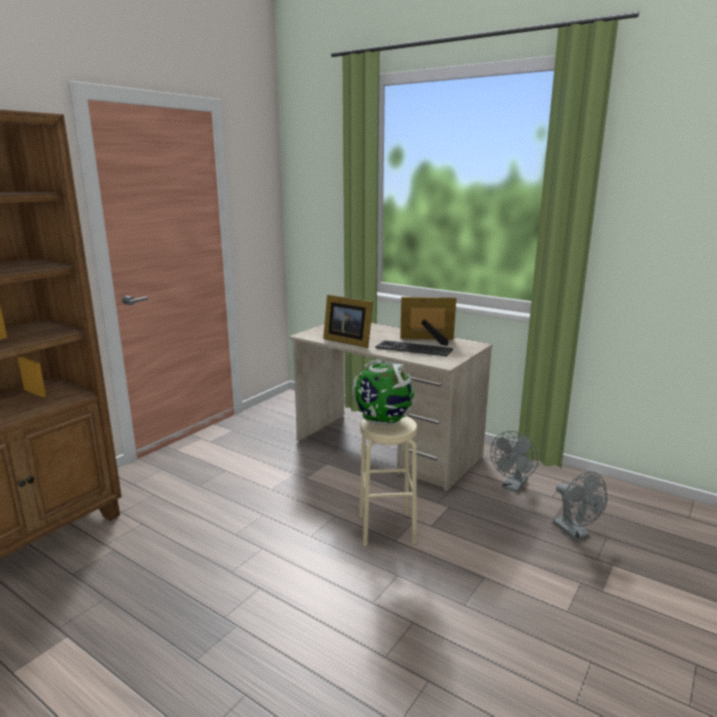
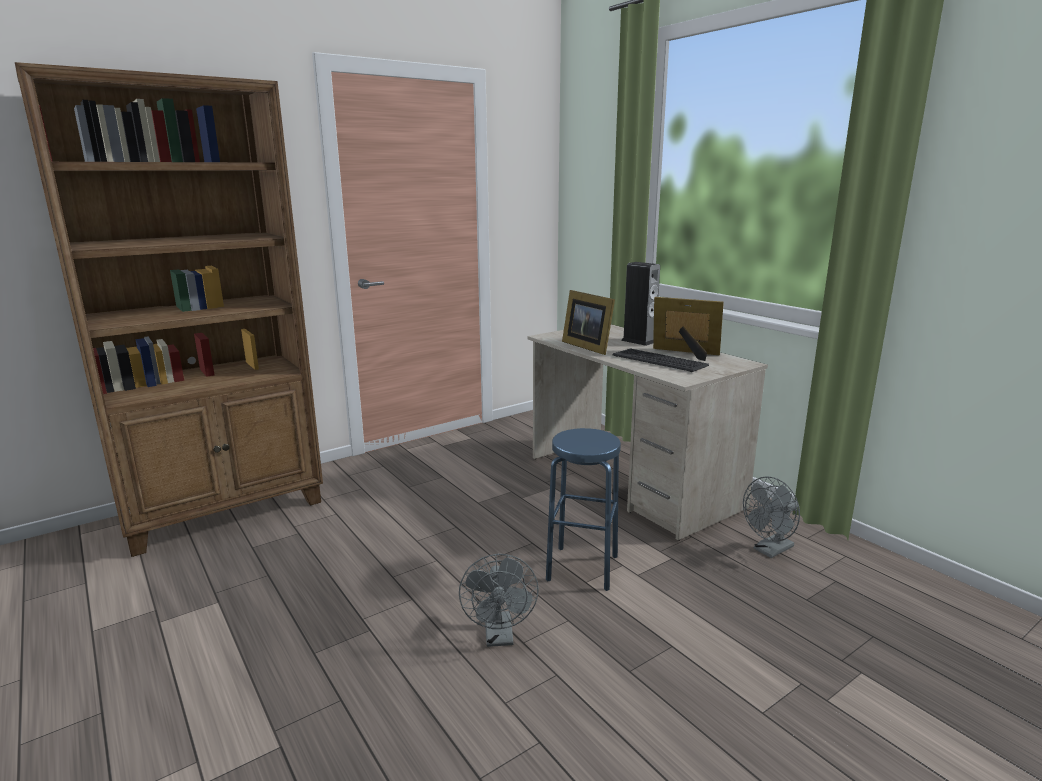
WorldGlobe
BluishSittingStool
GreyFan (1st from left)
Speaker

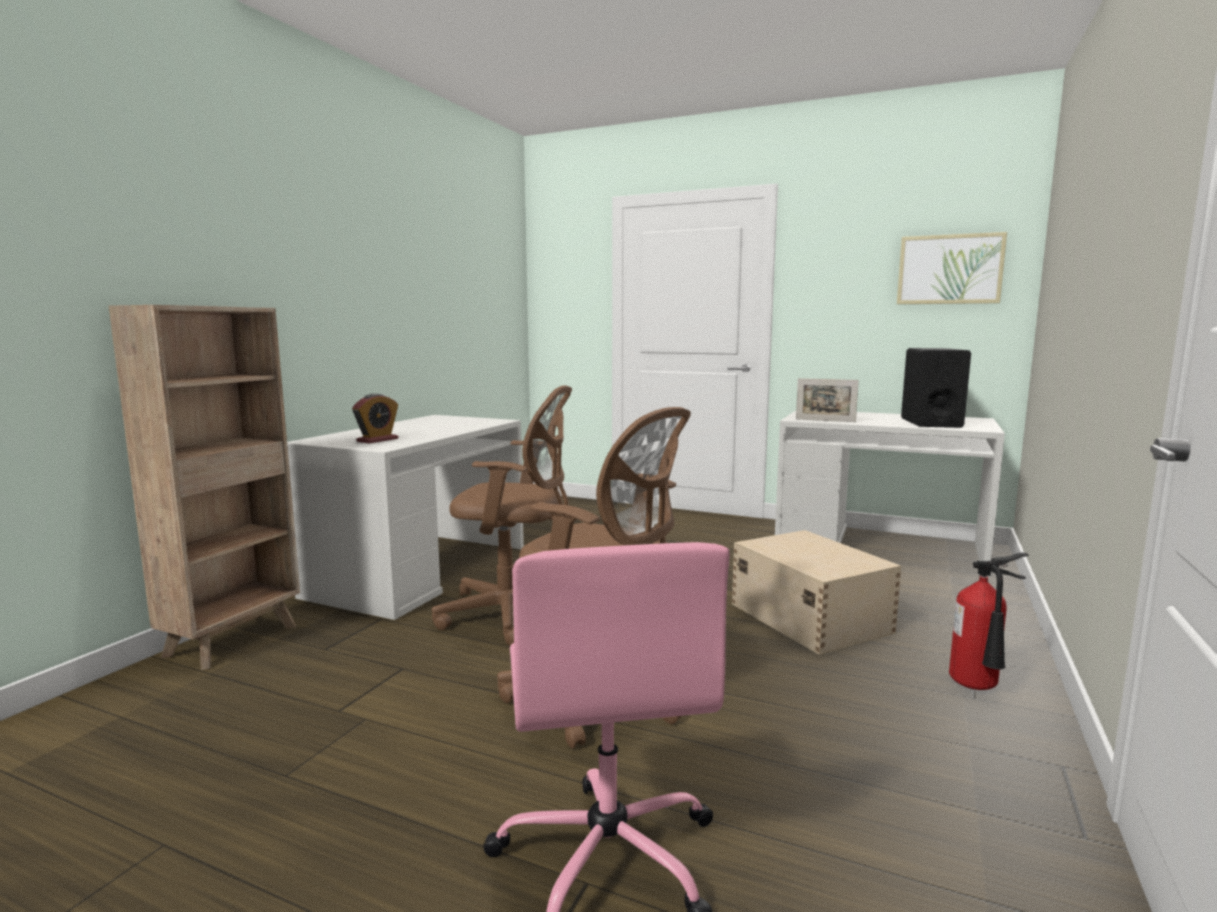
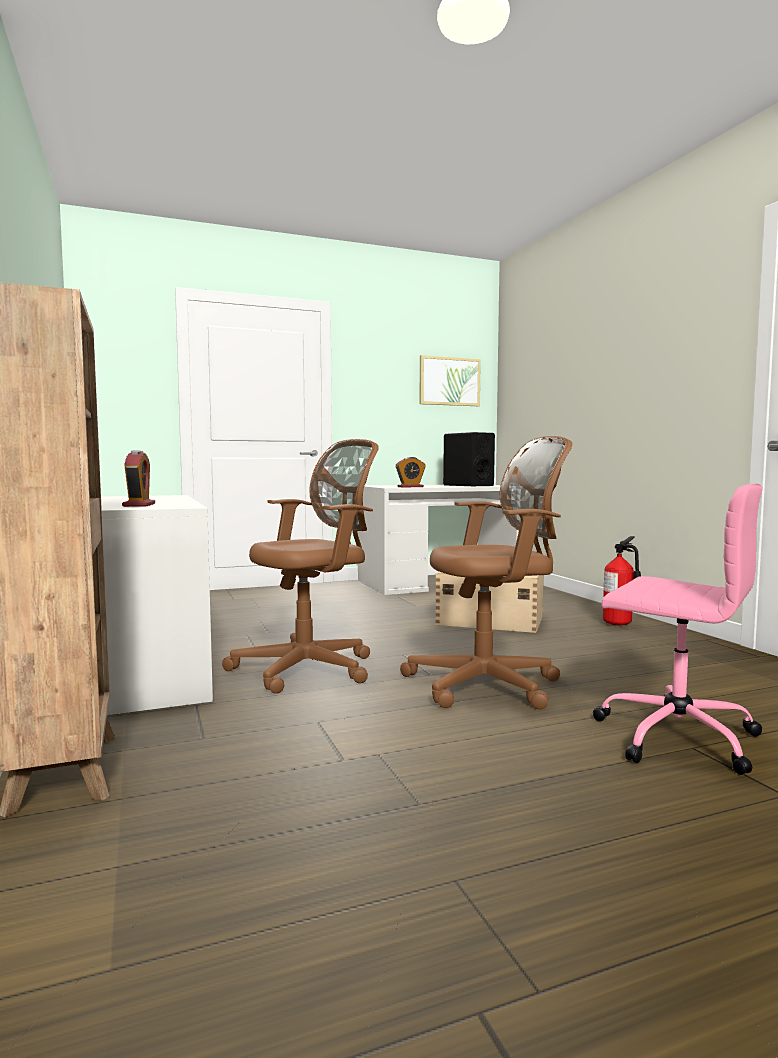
AlarmClock (2nd from left)

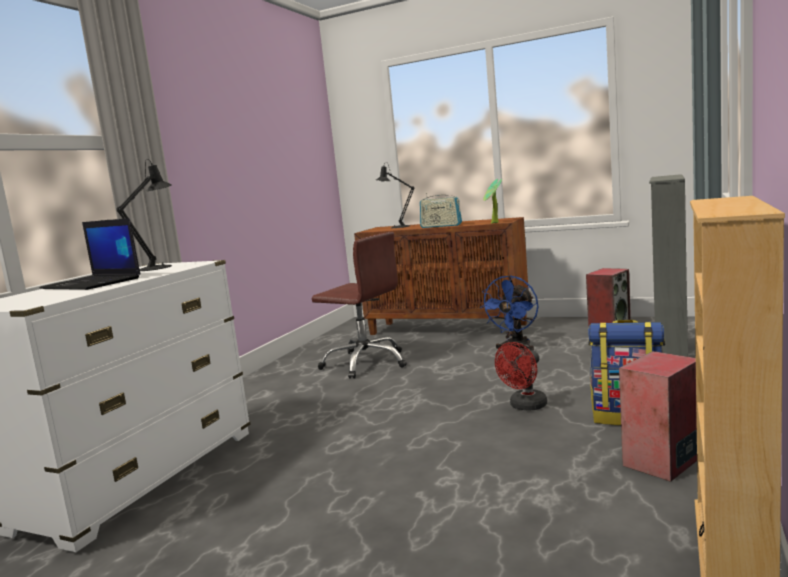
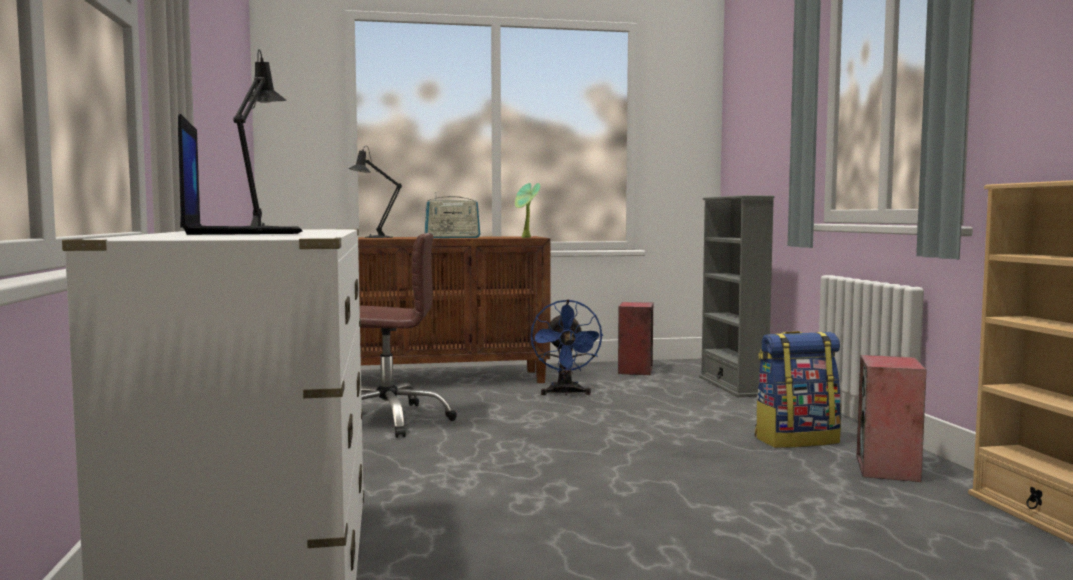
Laptop
RedFan

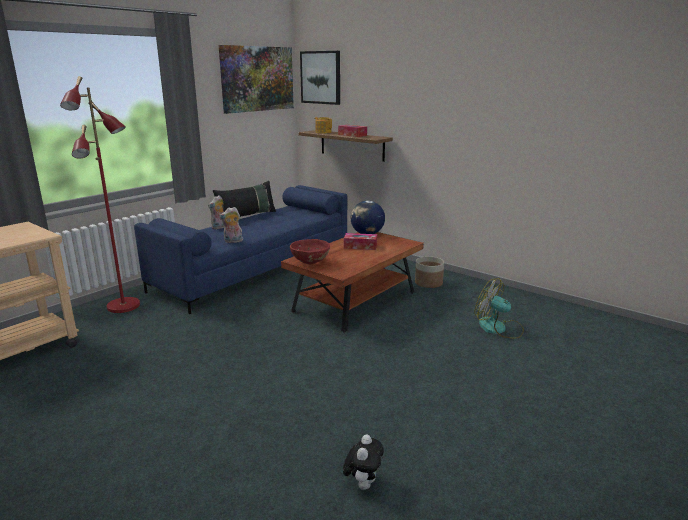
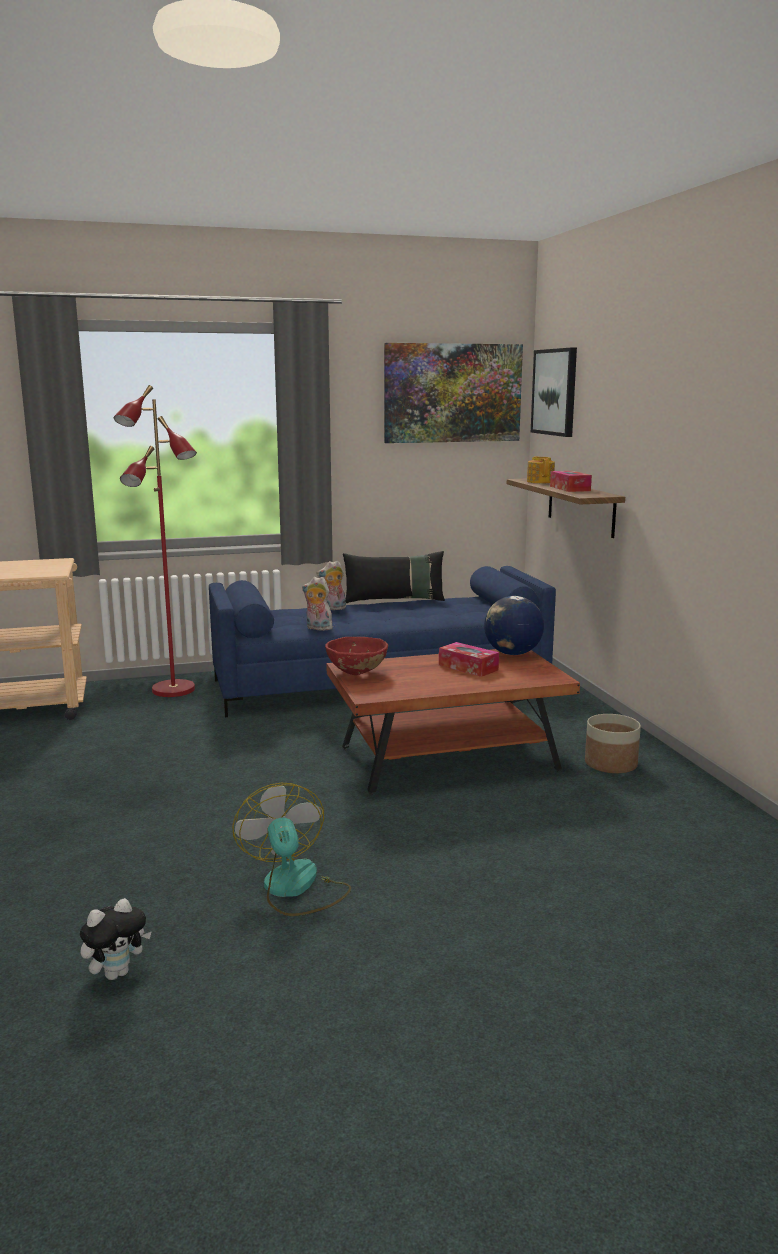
Fan

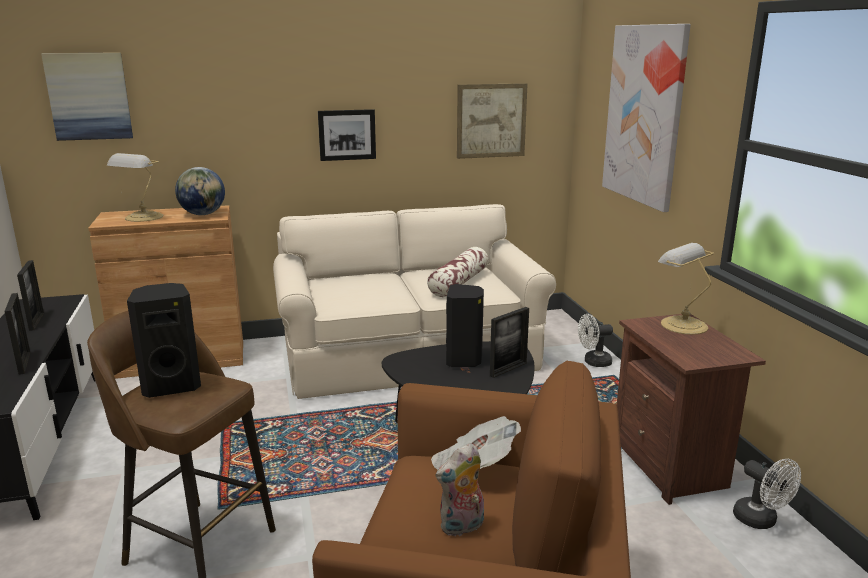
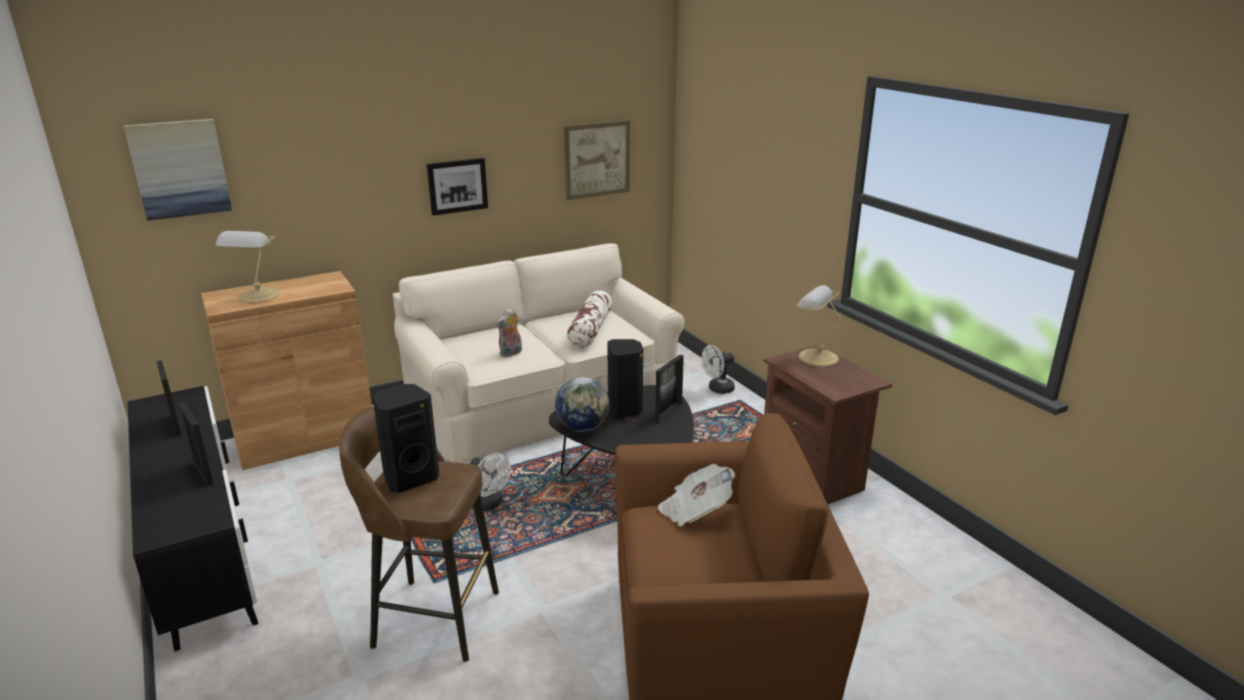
WallArt (4th from left in the first image)
WorldGlobe
SoftToy
WhiteColouredFan (1st from left)

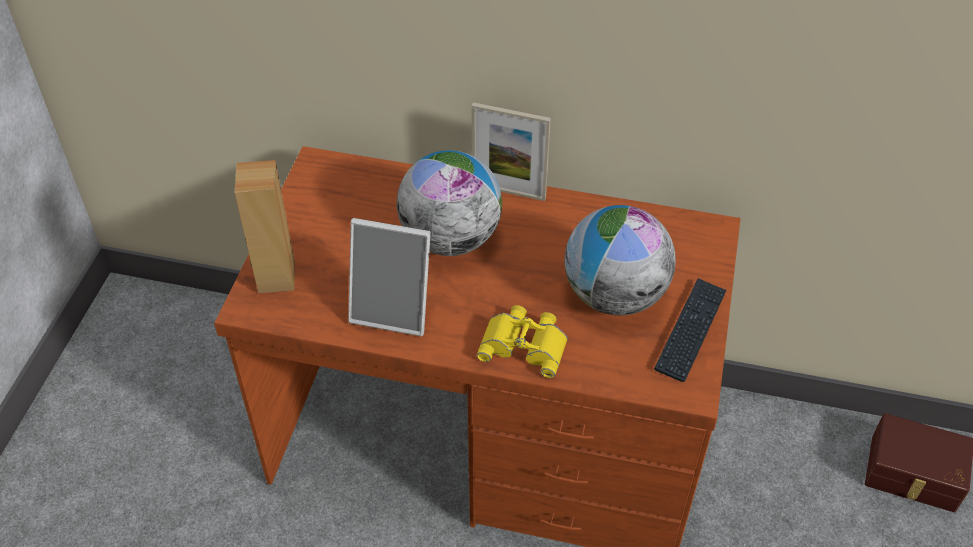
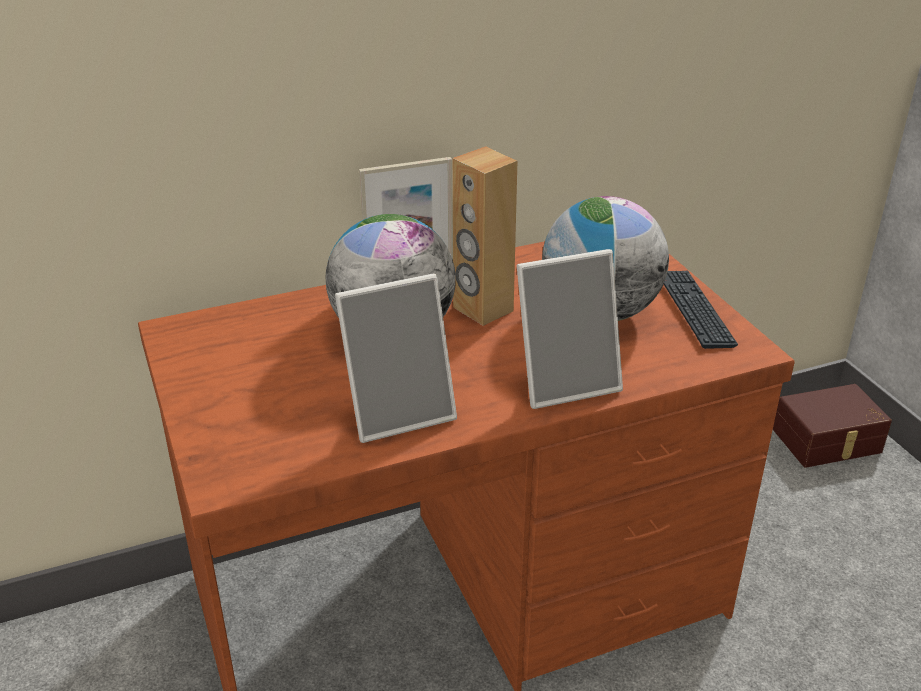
BrownSpeaker
PictureFrame (3rd from left)

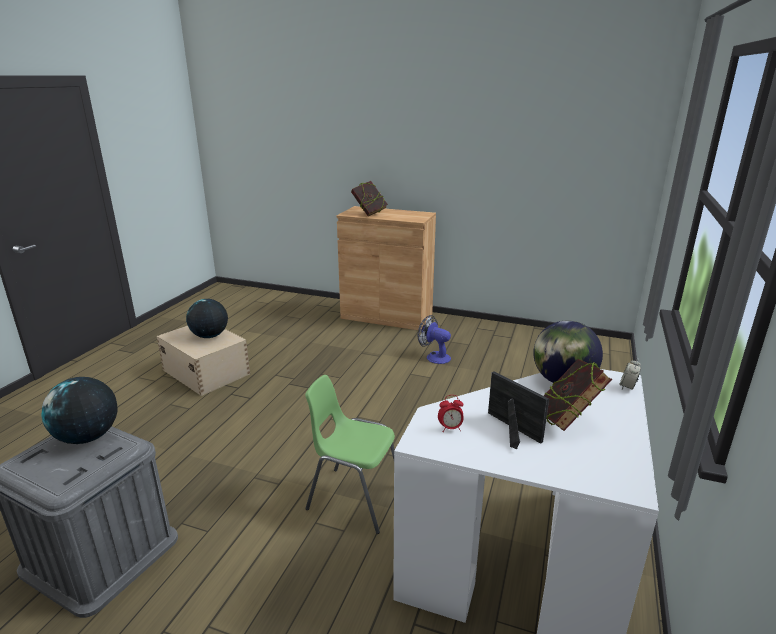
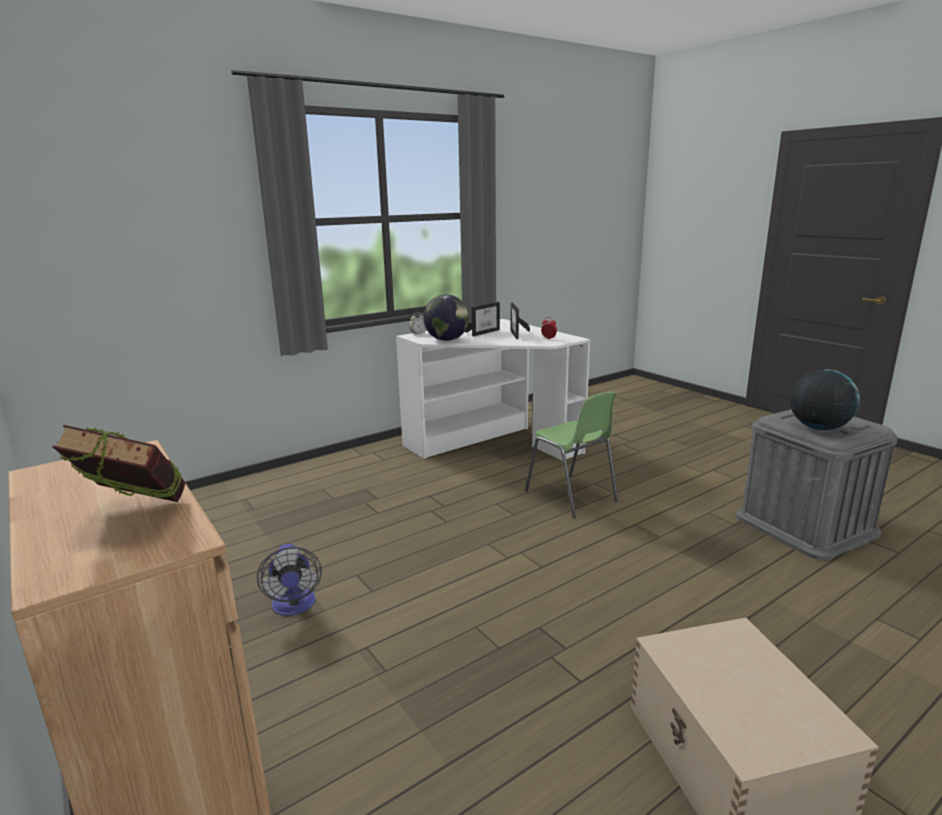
WorldGlobe (2nd from left in the first image)
PictureFrame (1st from left)

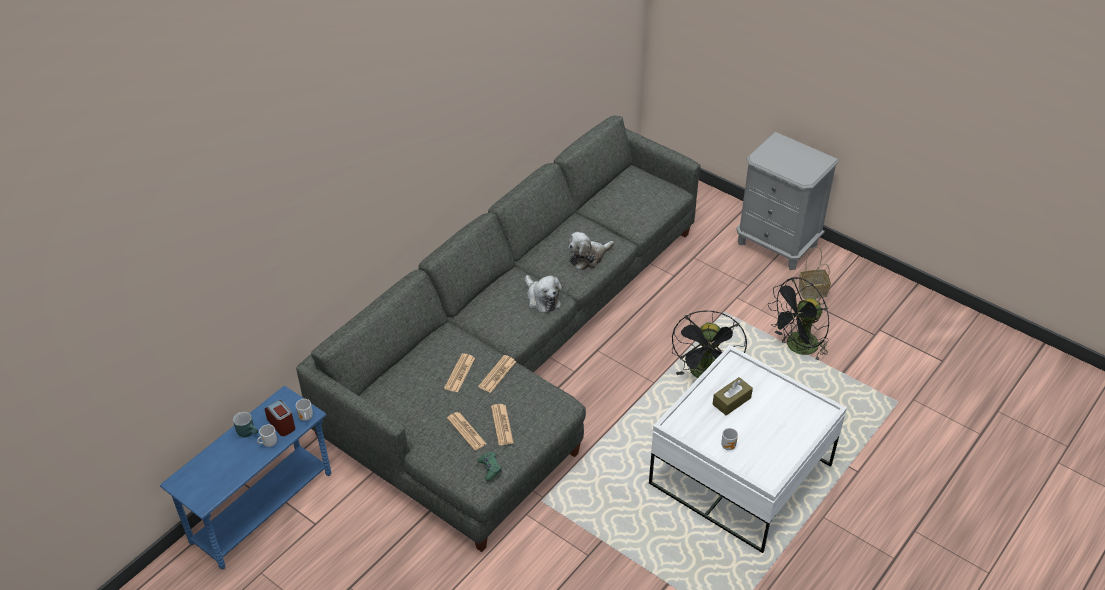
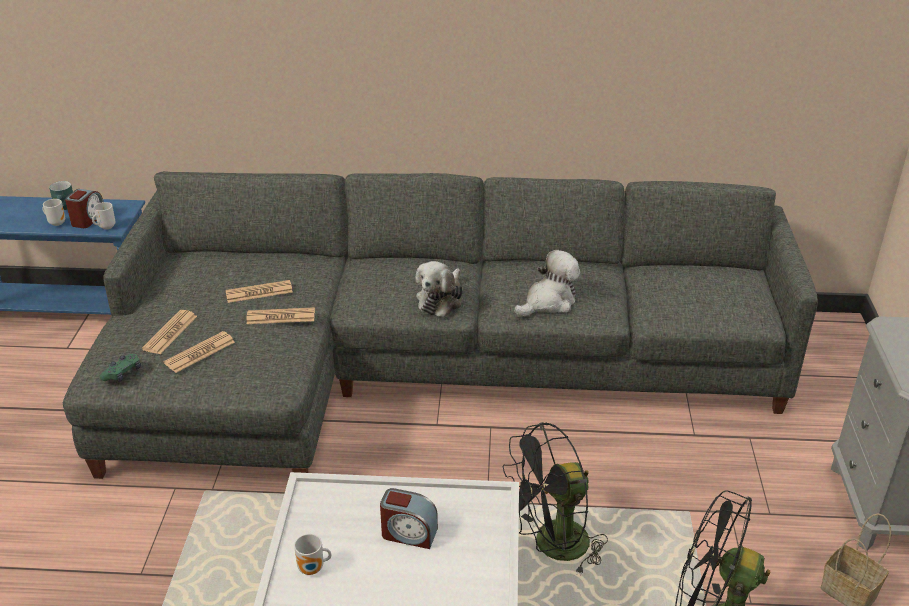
SoftToy (2nd from left)
AlarmClock (2nd from left)

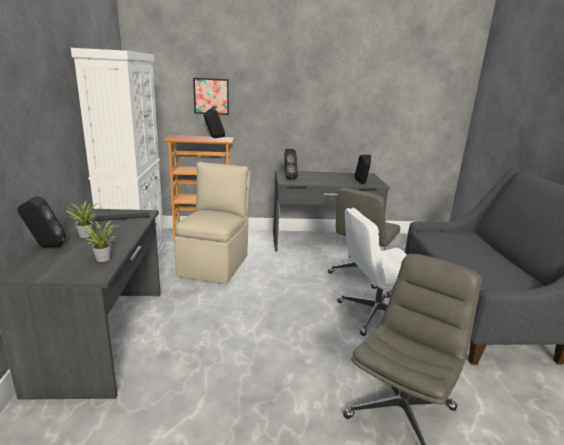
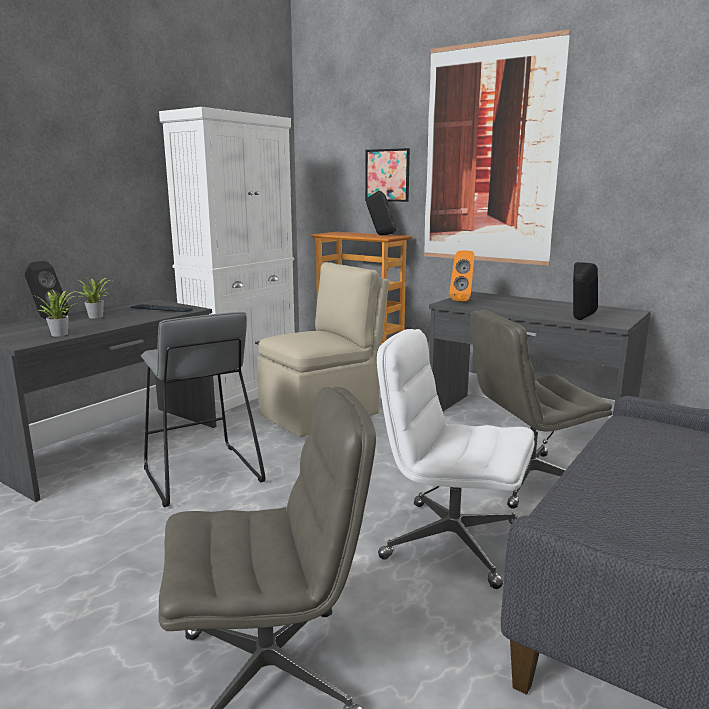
OrangeSpeaker
WallArt (2nd from left)
GreySittingStool

